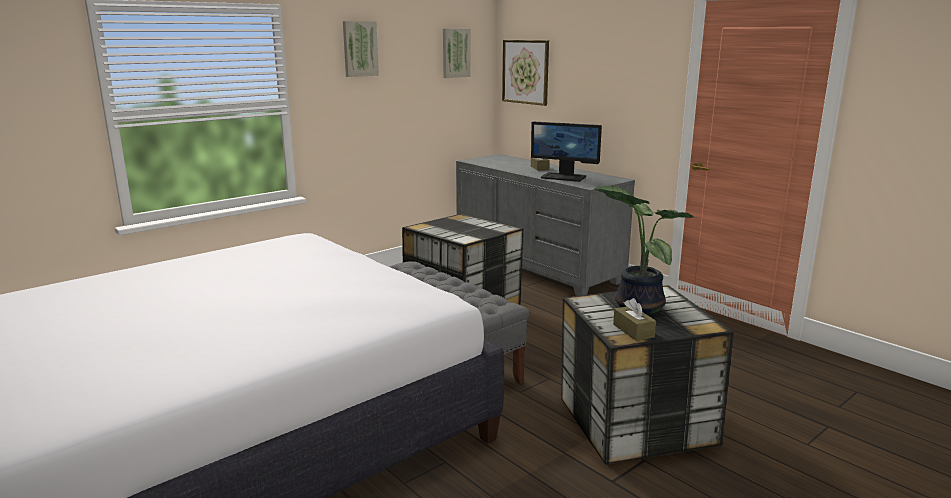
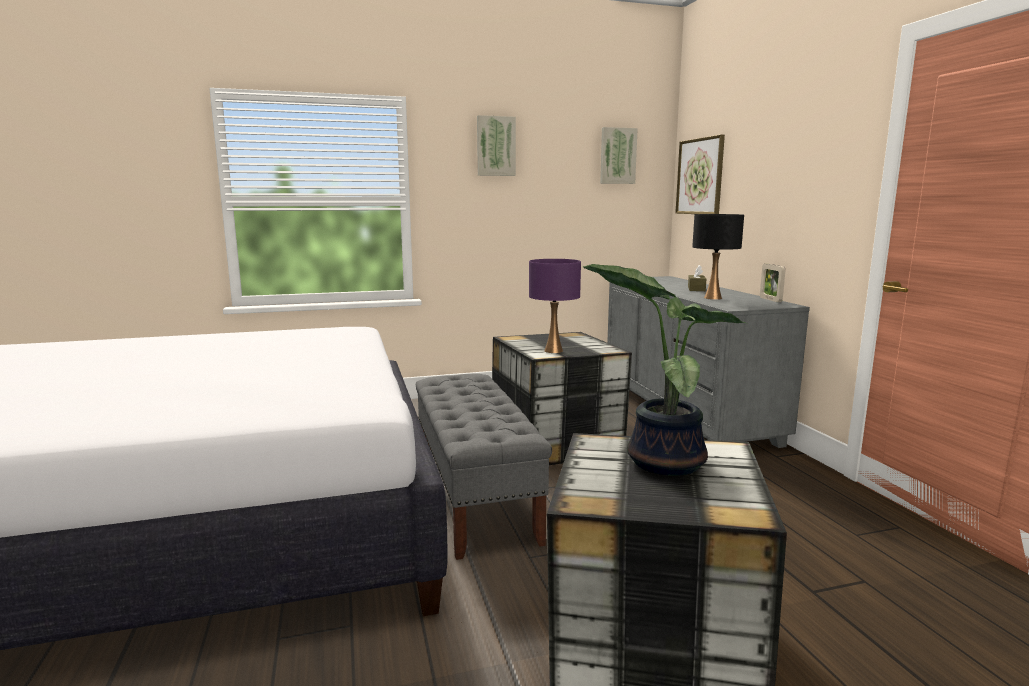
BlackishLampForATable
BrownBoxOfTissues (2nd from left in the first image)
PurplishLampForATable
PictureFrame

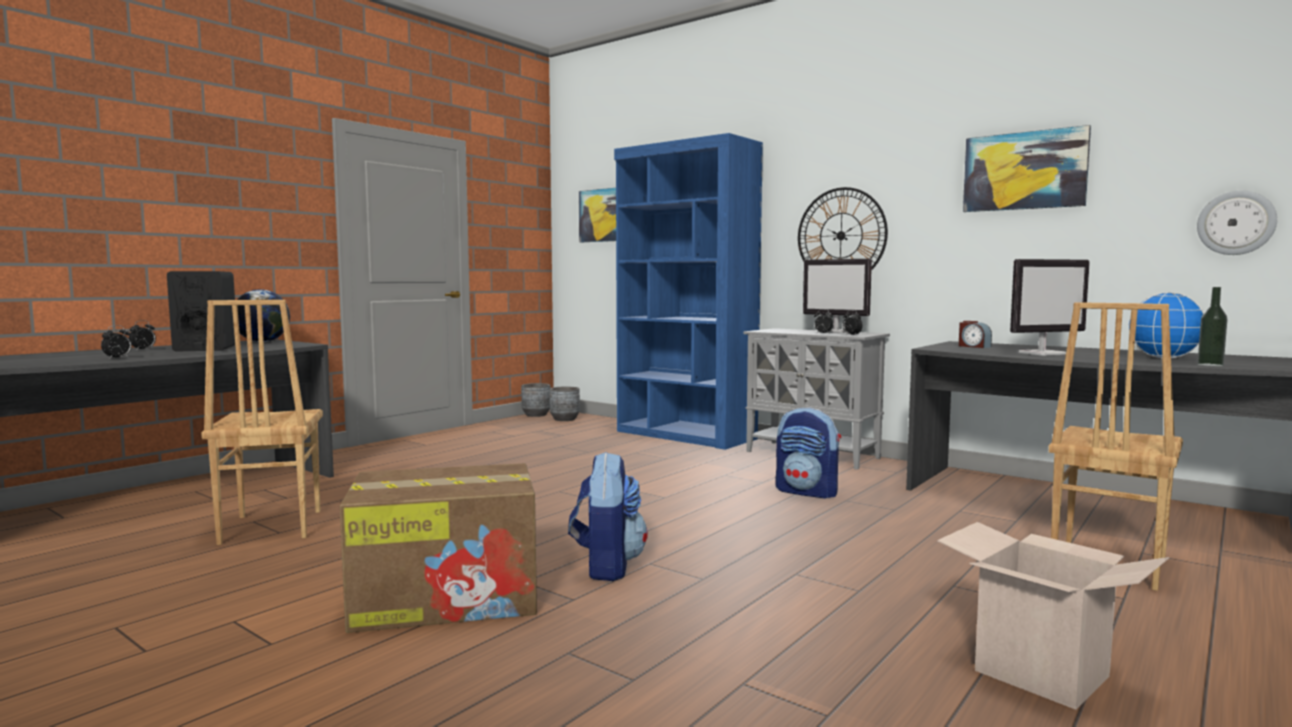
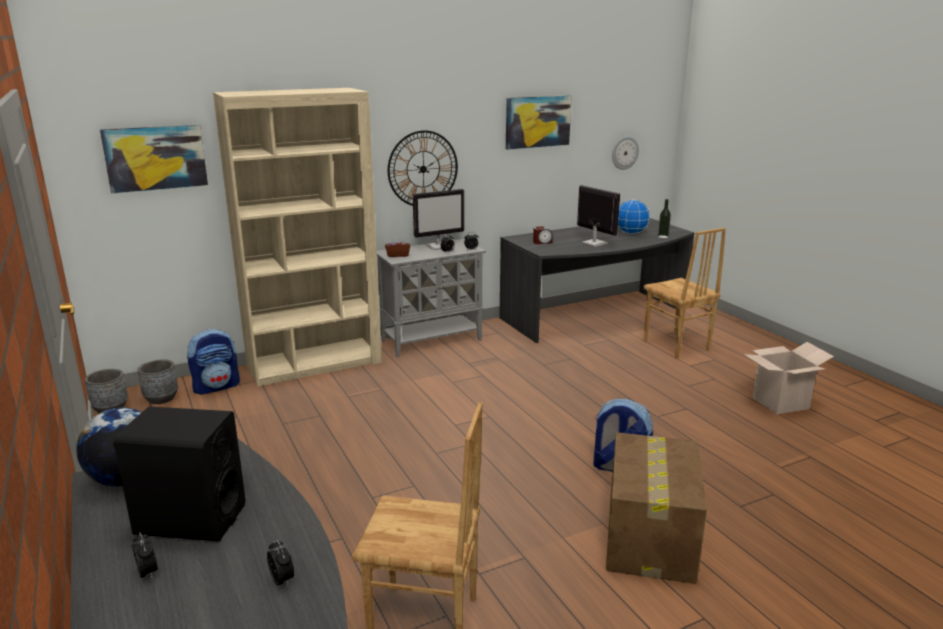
BeigeBookcase
Monitor (2nd from left)
Knapsack (1st from left)
BrownBoxOfTissues

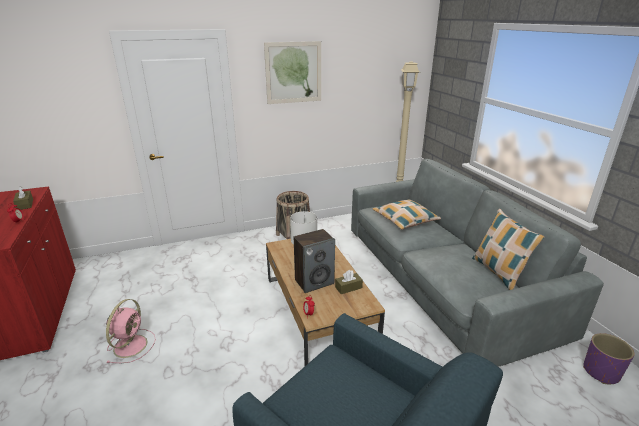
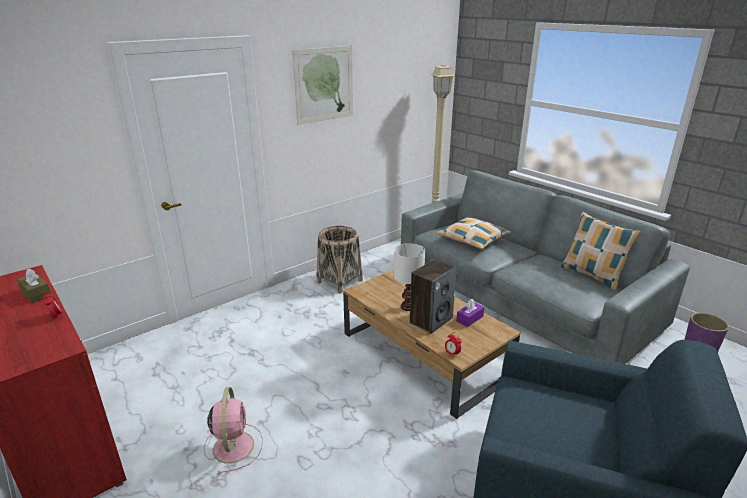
PurplishBoxOfTissues

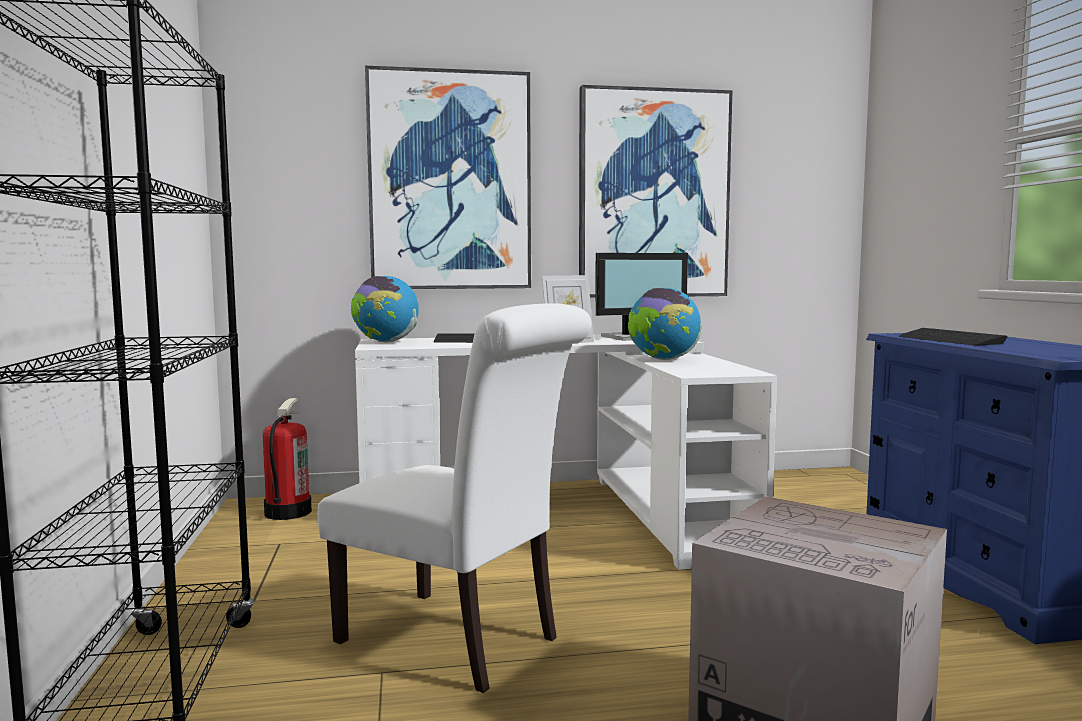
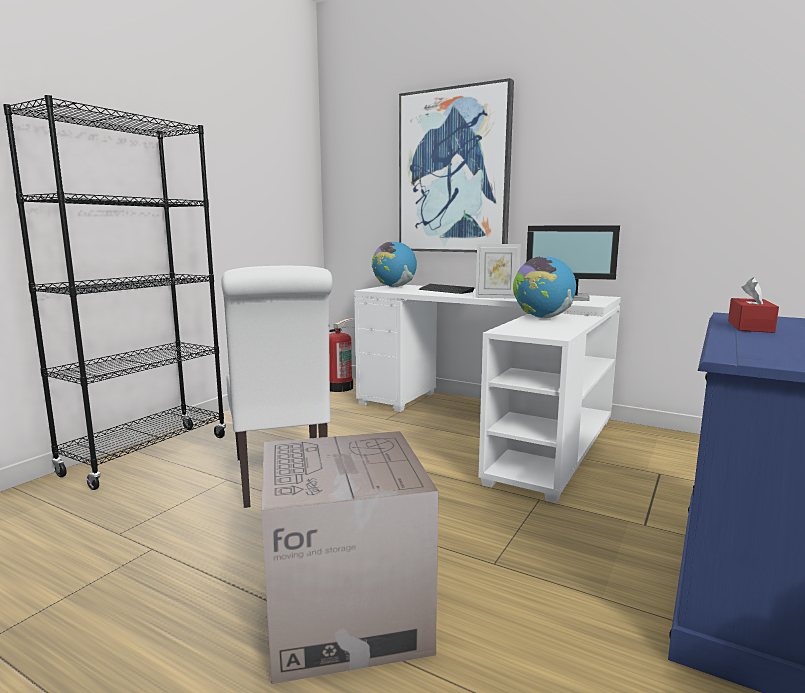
WallArt (2nd from left in the first image)
RedBoxOfTissues

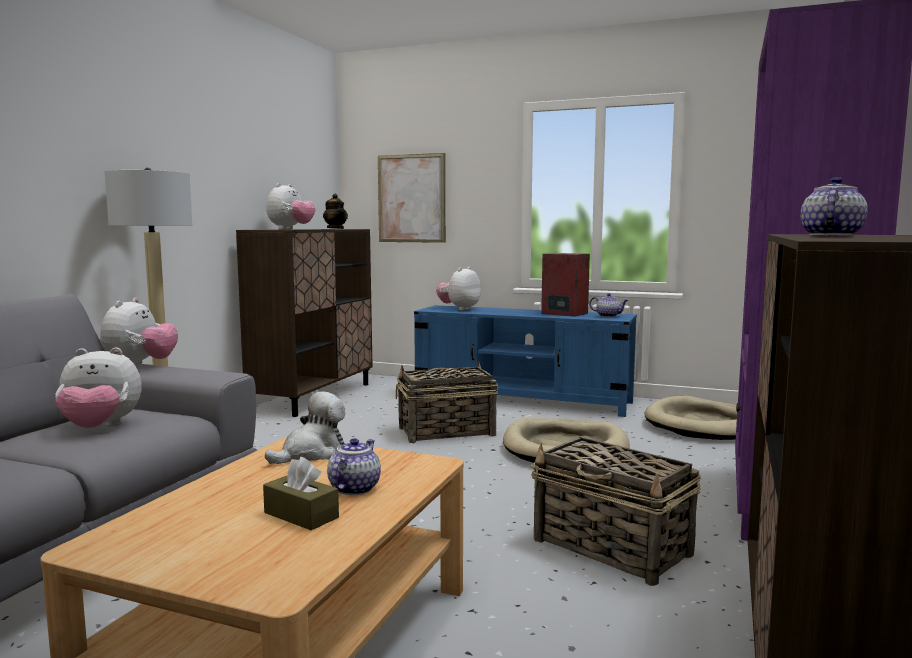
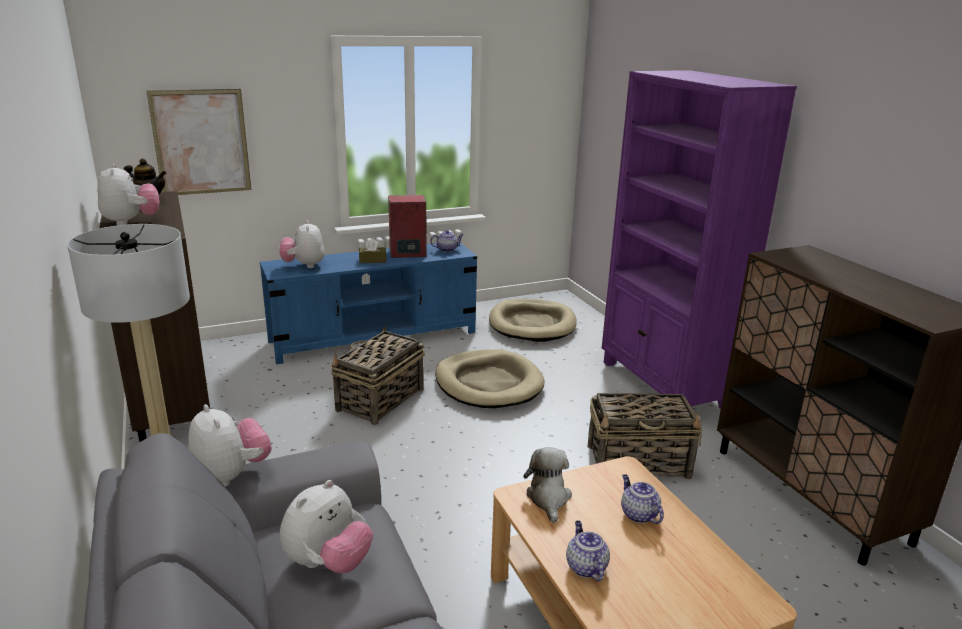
PotForTea (3rd from left)
BrownBoxOfTissues

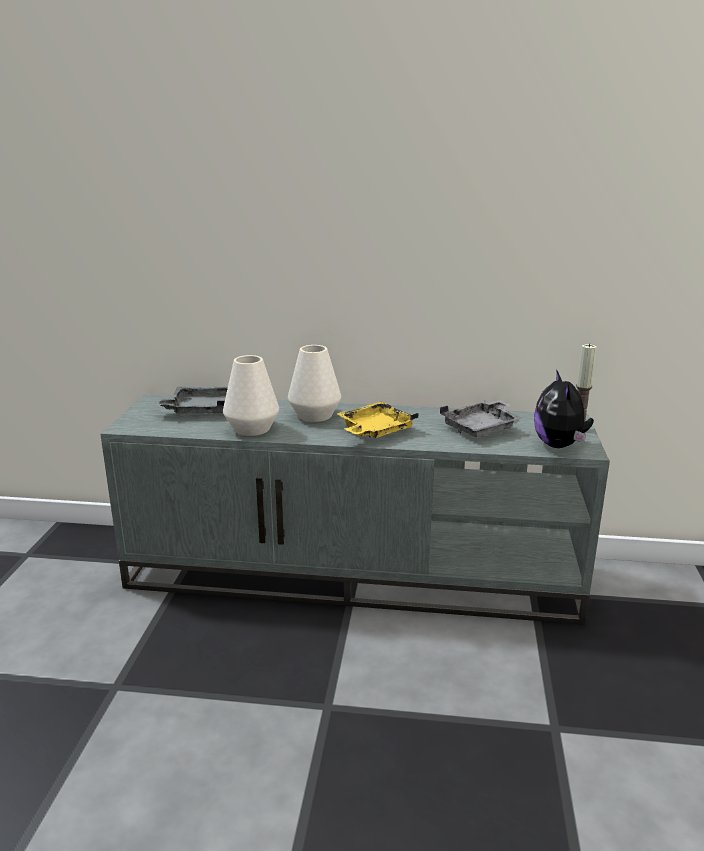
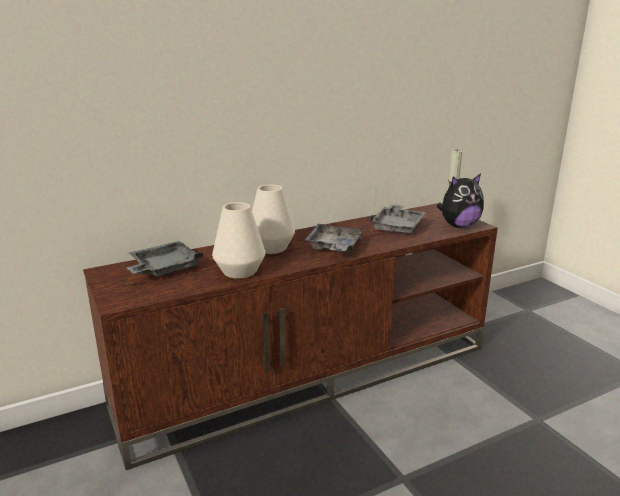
SoftToy
BrownTvUnit
GreyTray (2nd from left)

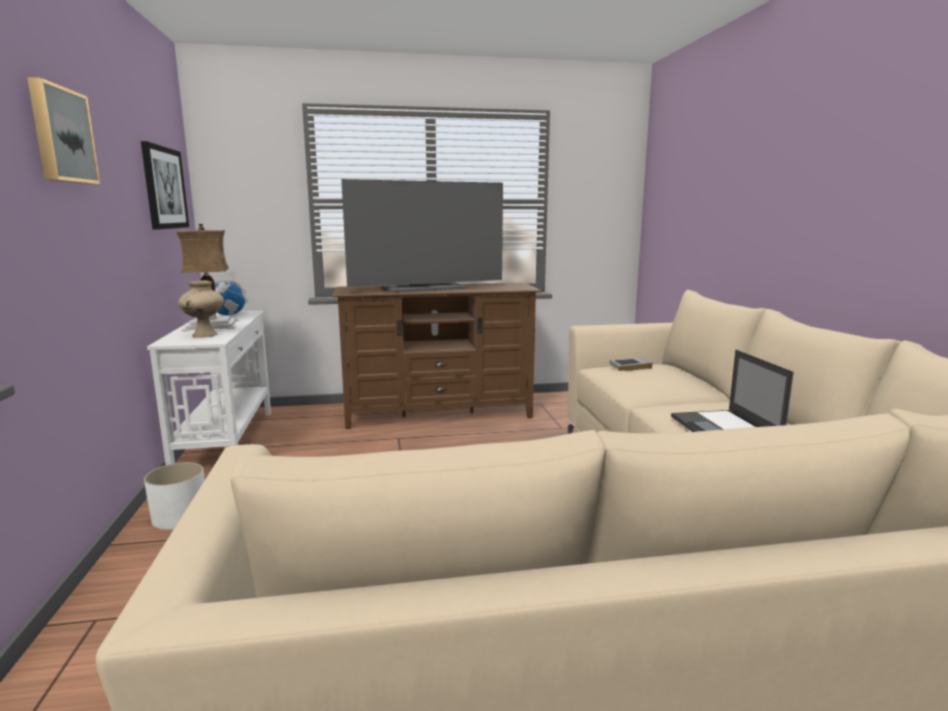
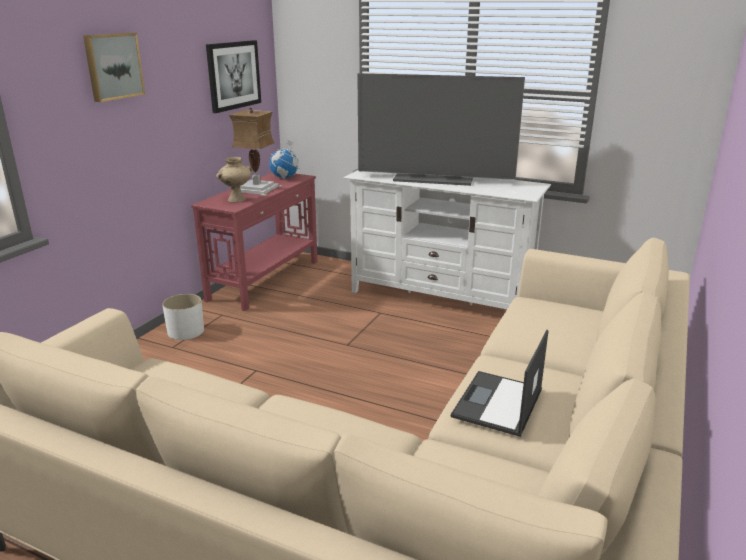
WhiteColouredTvUnit
RedNarrowTable
Book

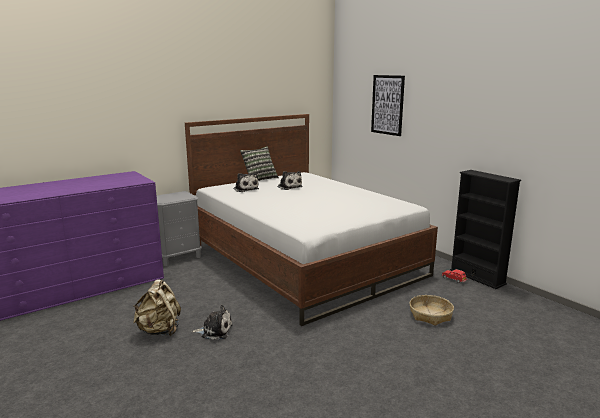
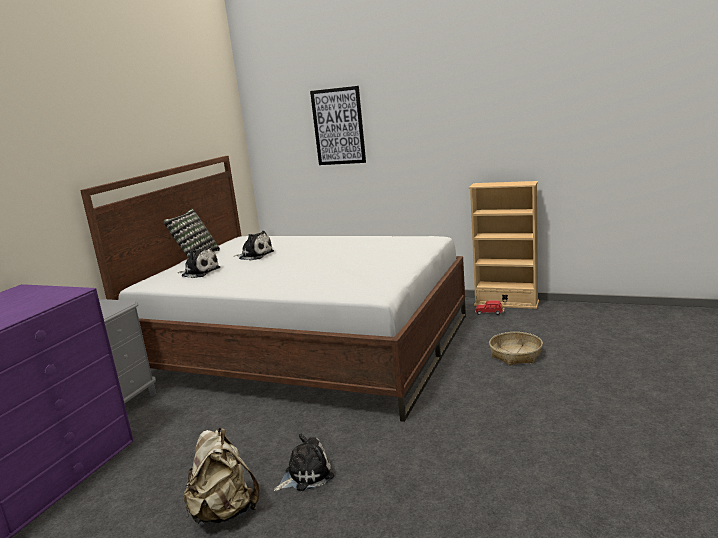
BeigeBookcase

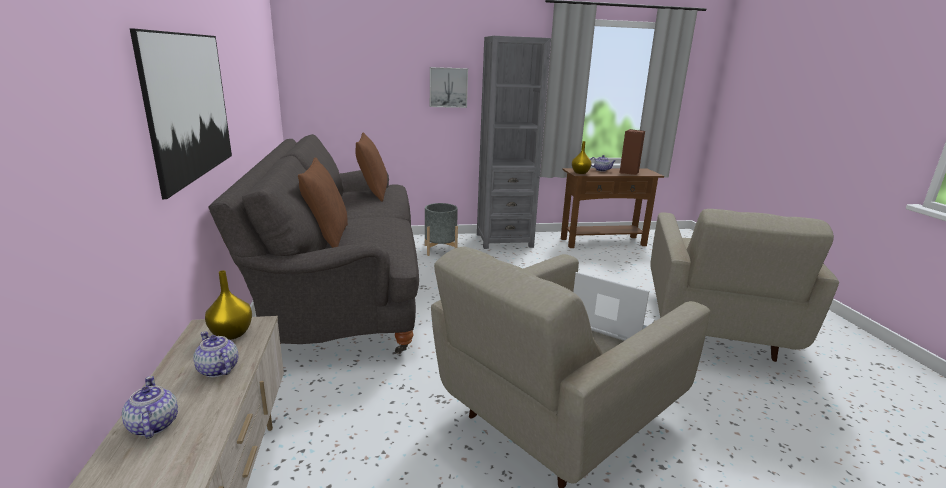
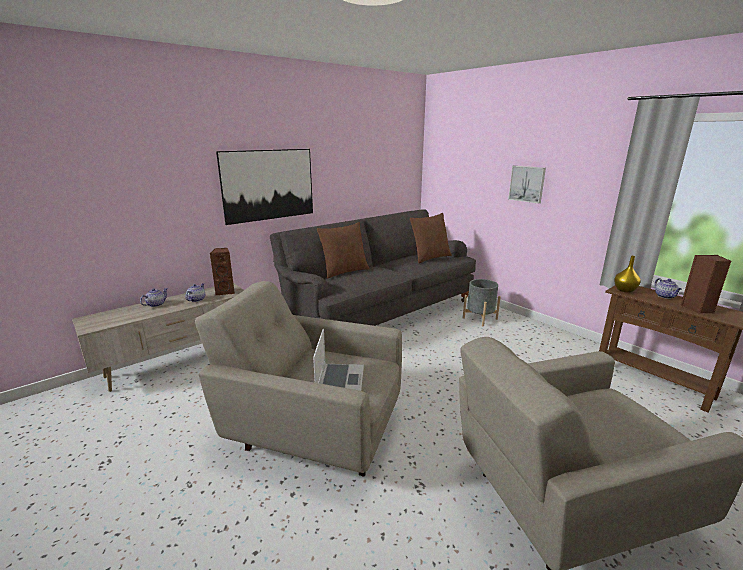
GreyBookcase
BrownSpeaker (1st from left)

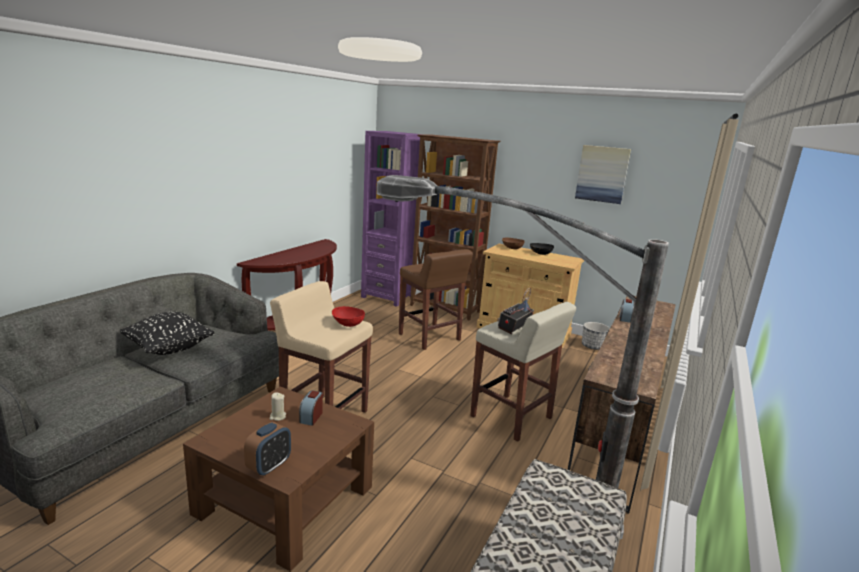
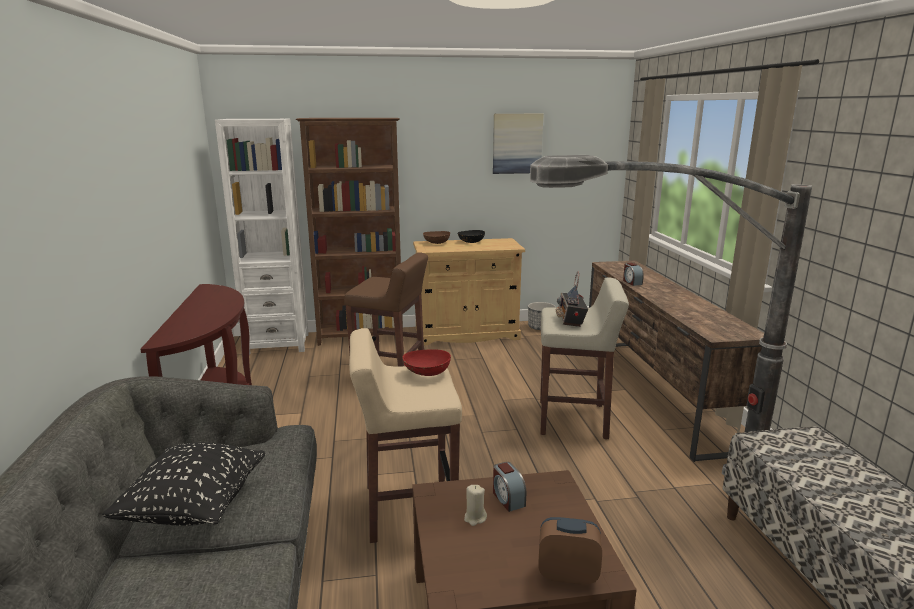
WhiteColouredBookcase
AlarmClock (2nd from left)

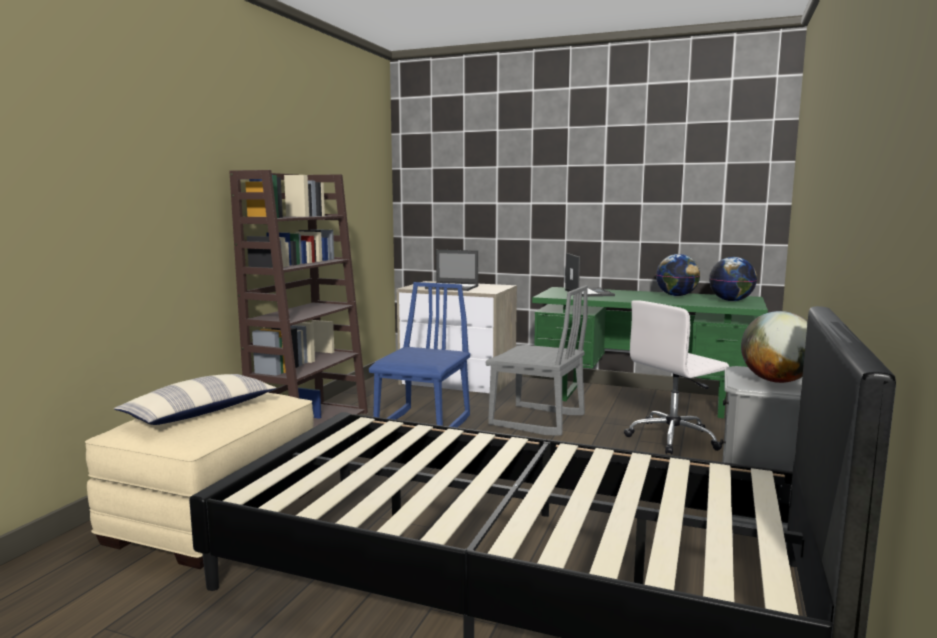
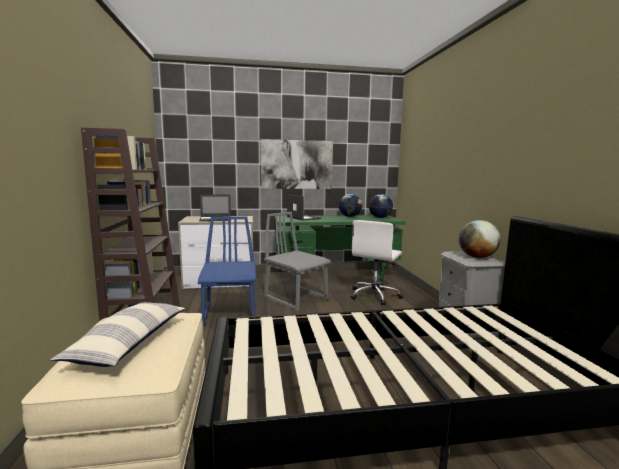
GreyChair
WallArt

